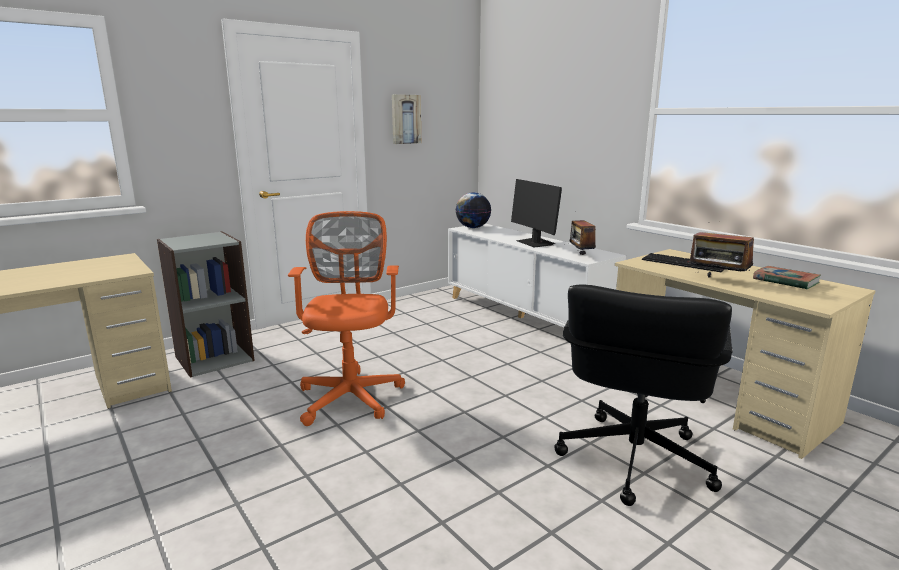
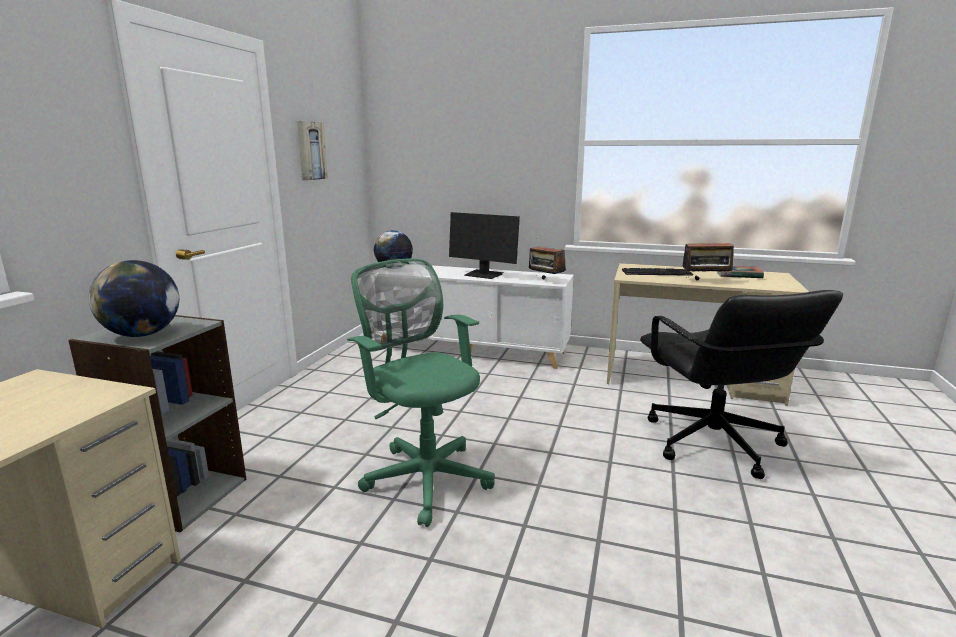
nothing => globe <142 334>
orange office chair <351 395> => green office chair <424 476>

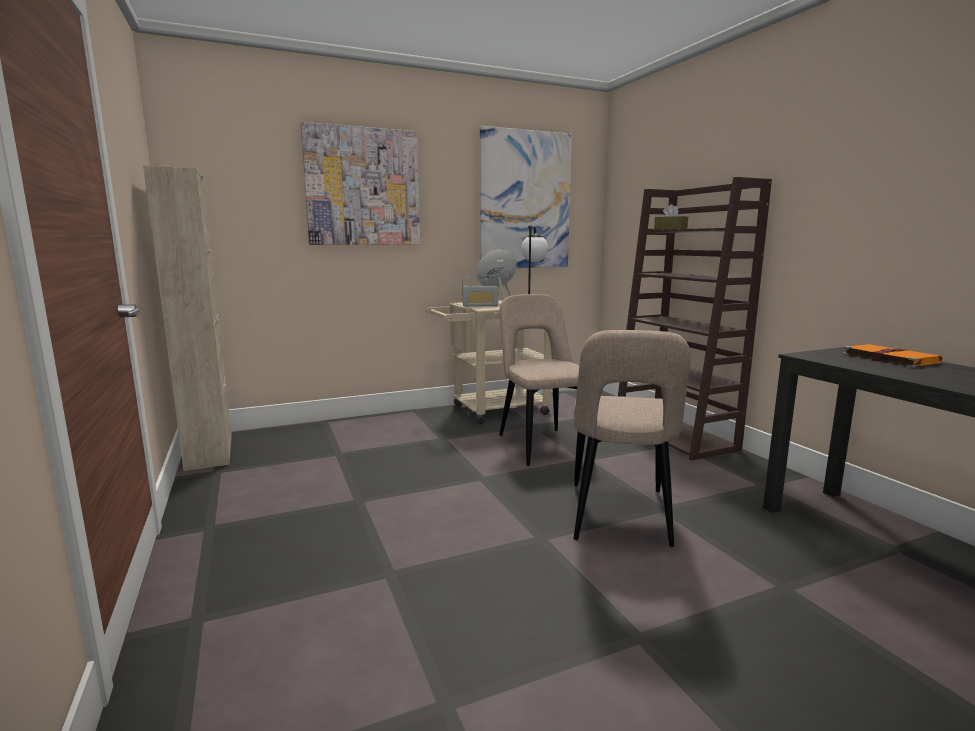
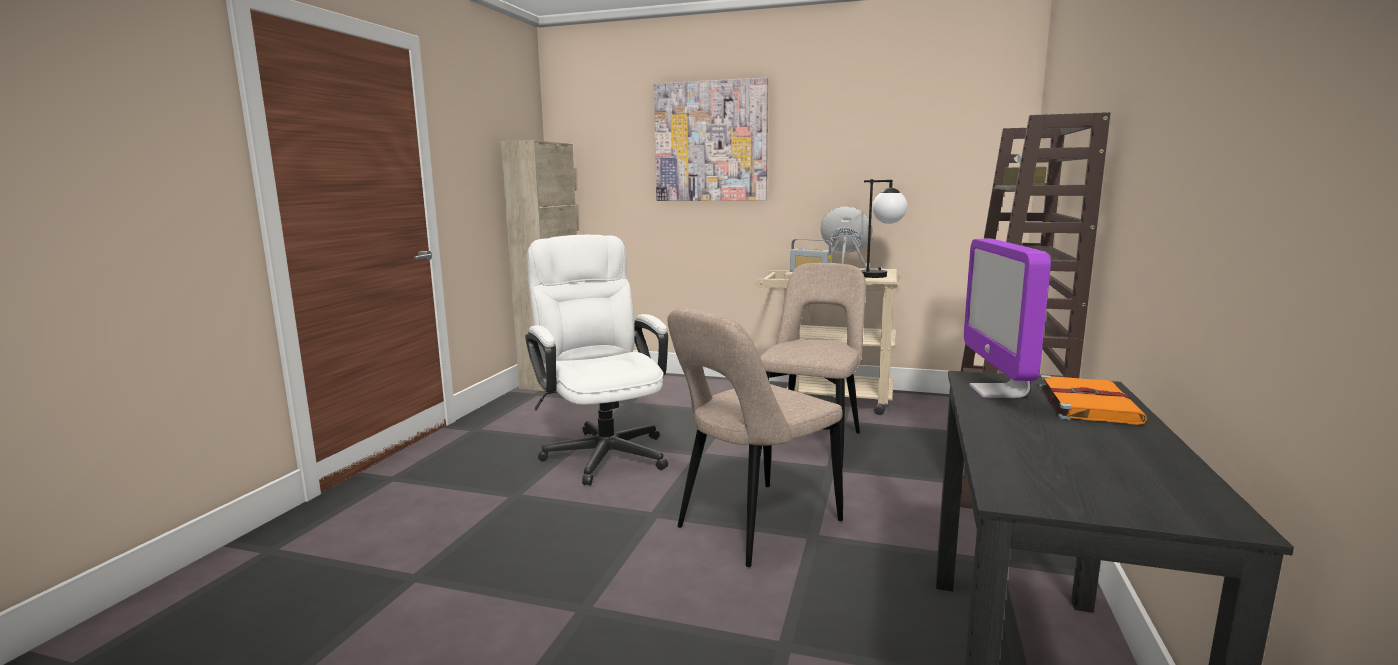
picture <525 200> => nothing
nothing => white office chair <603 450>
nothing => monitor <998 391>

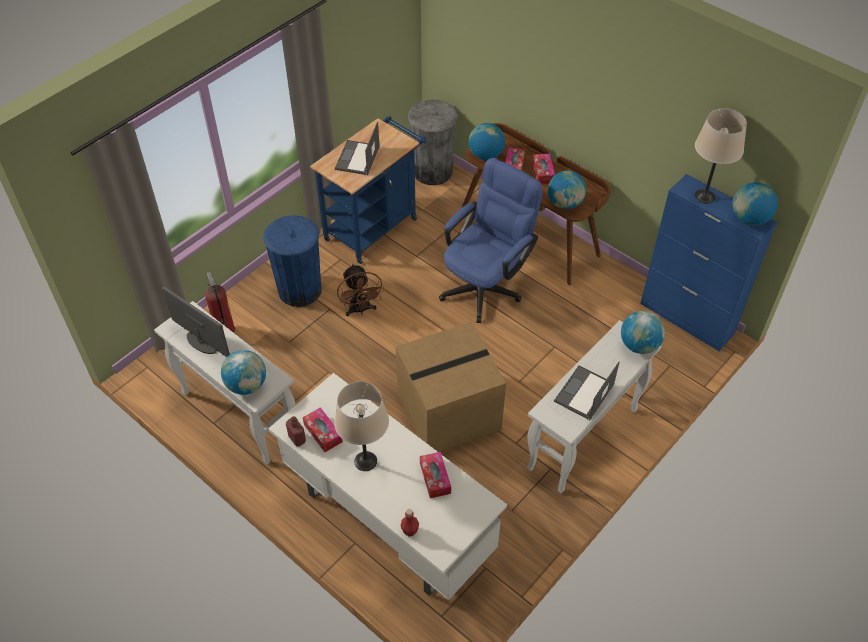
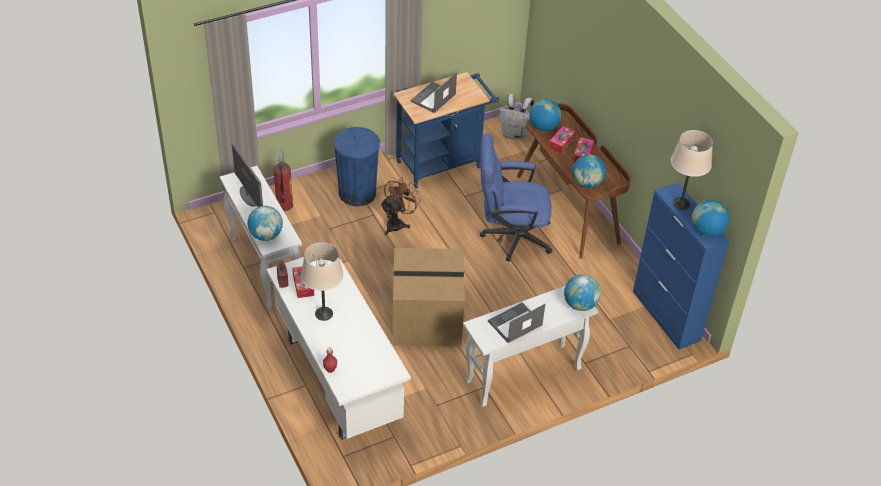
tissue box <435 478> => nothing
grey trash can <432 171> => white backpack <515 134>
brown fan <360 310> => brown fan <397 223>, 150 degrees counterclockwise
blue office chair <486 285> => blue office chair <510 236>, 150 degrees counterclockwise

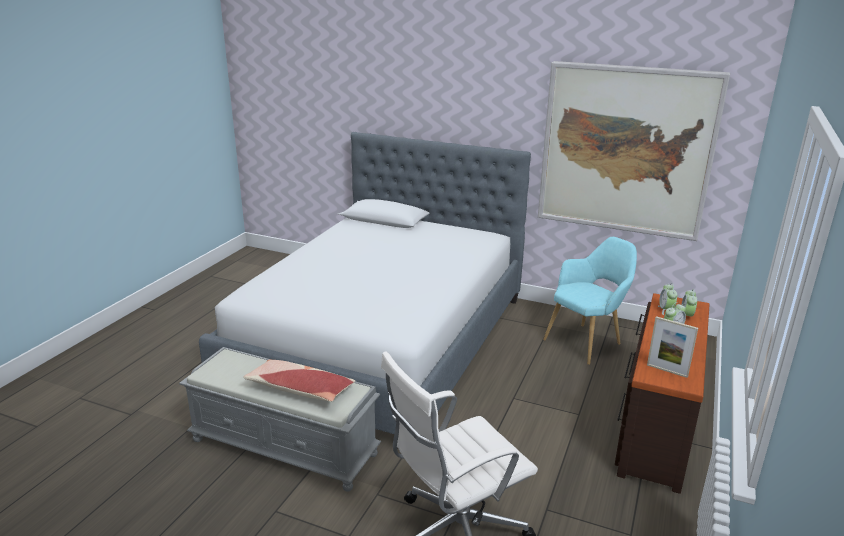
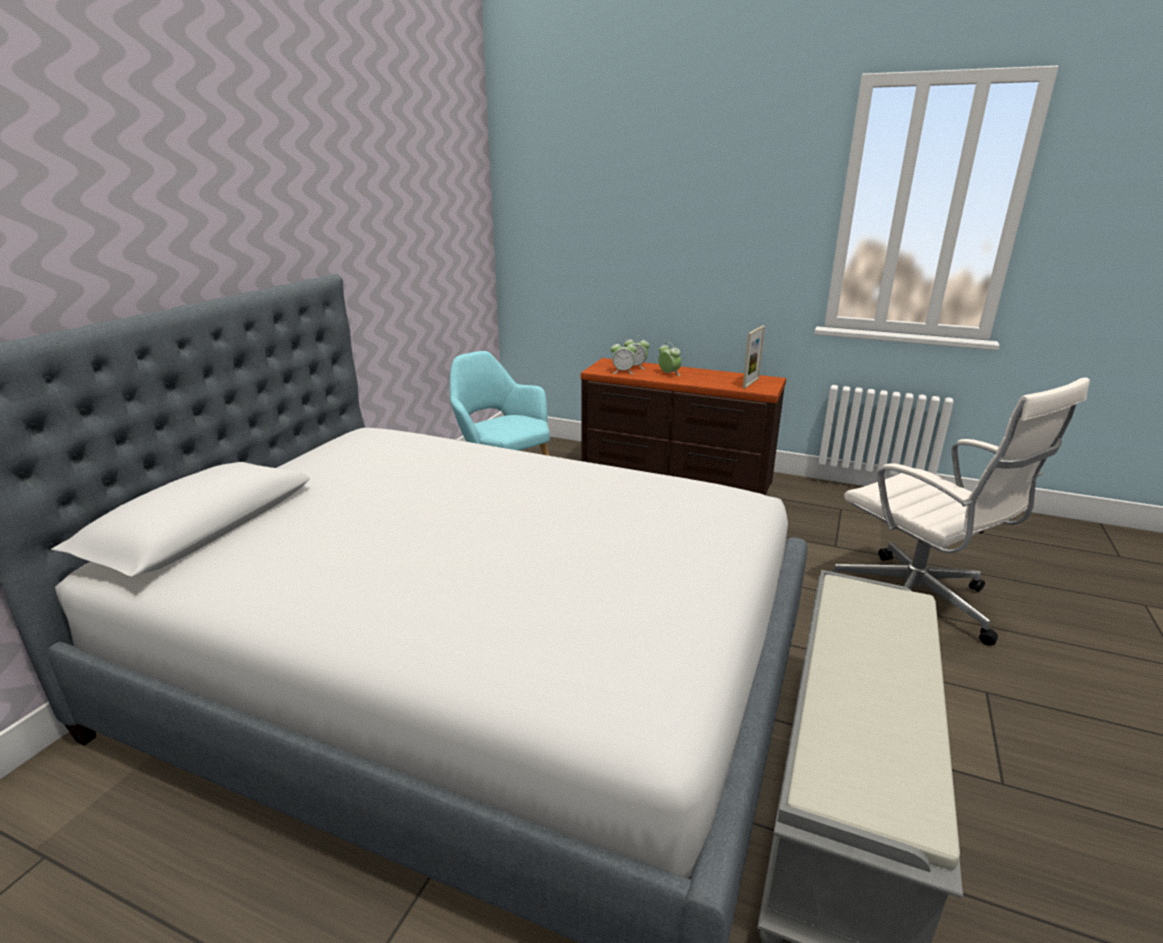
pillow <299 389> => nothing
picture <626 150> => nothing

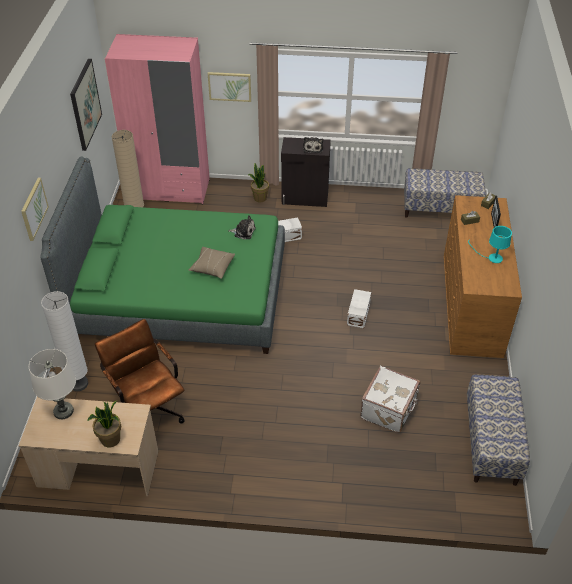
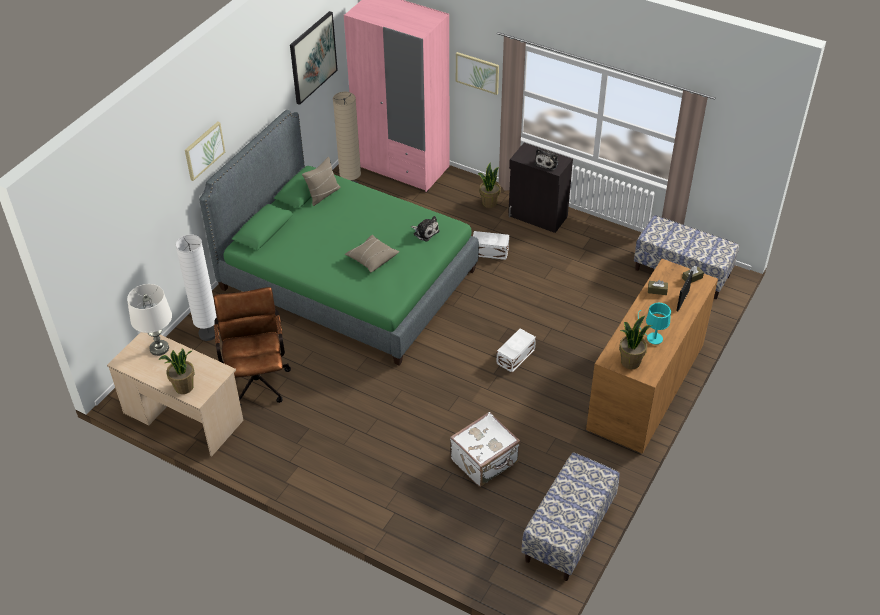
nothing => beige pillow <323 194>
nothing => potted plant <630 362>

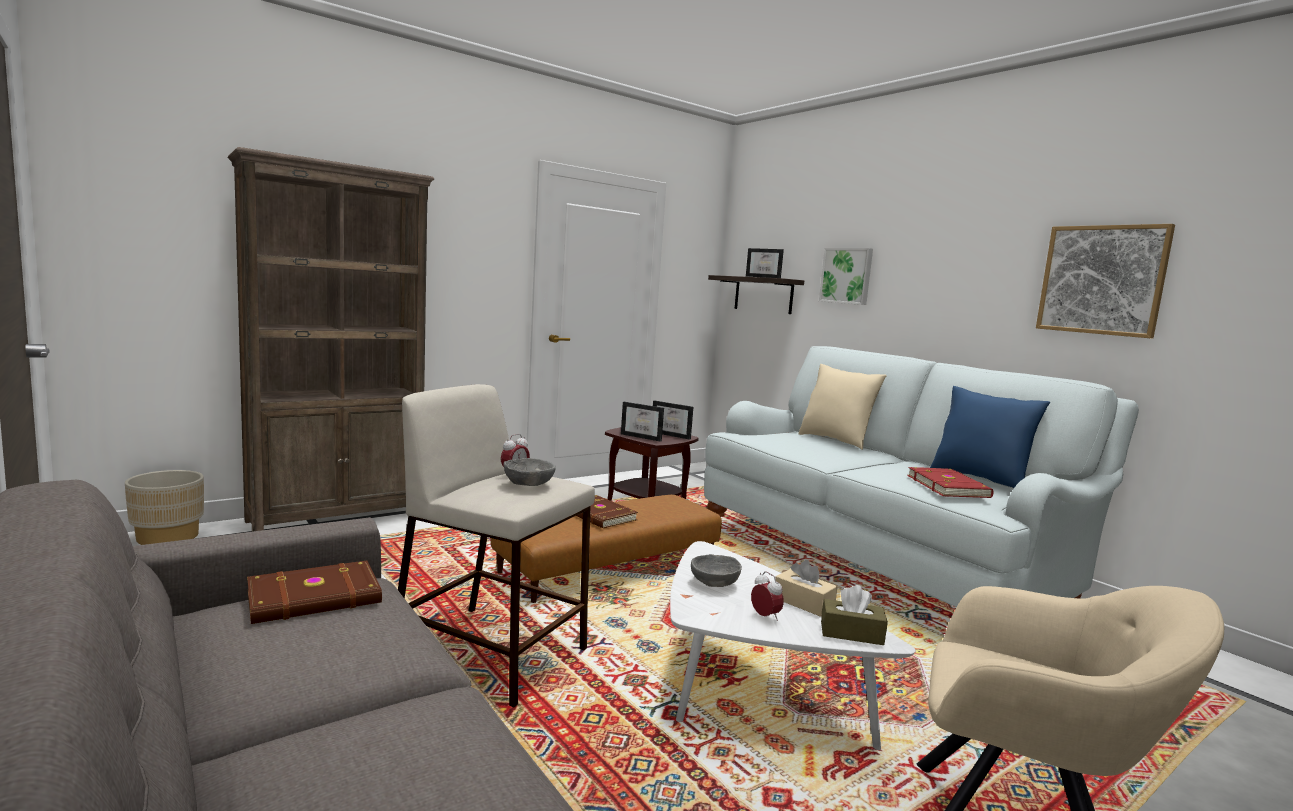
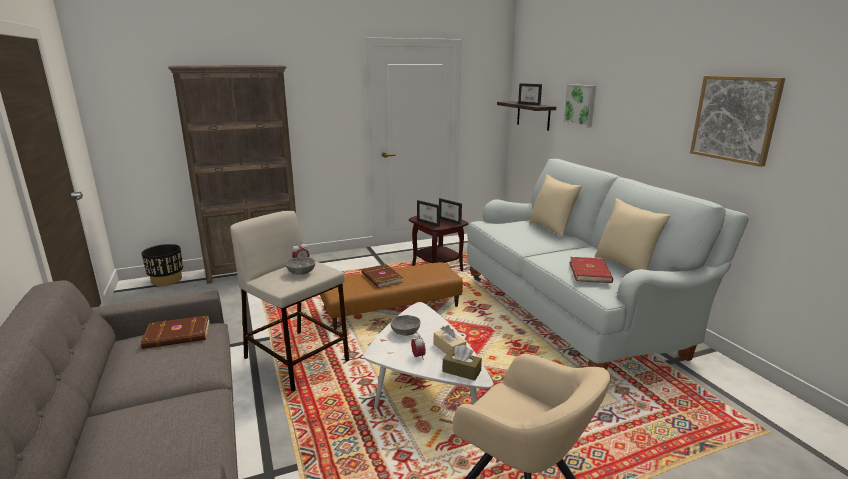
beige planter <168 537> => black planter <167 280>
blue pillow <979 480> => beige pillow <625 265>

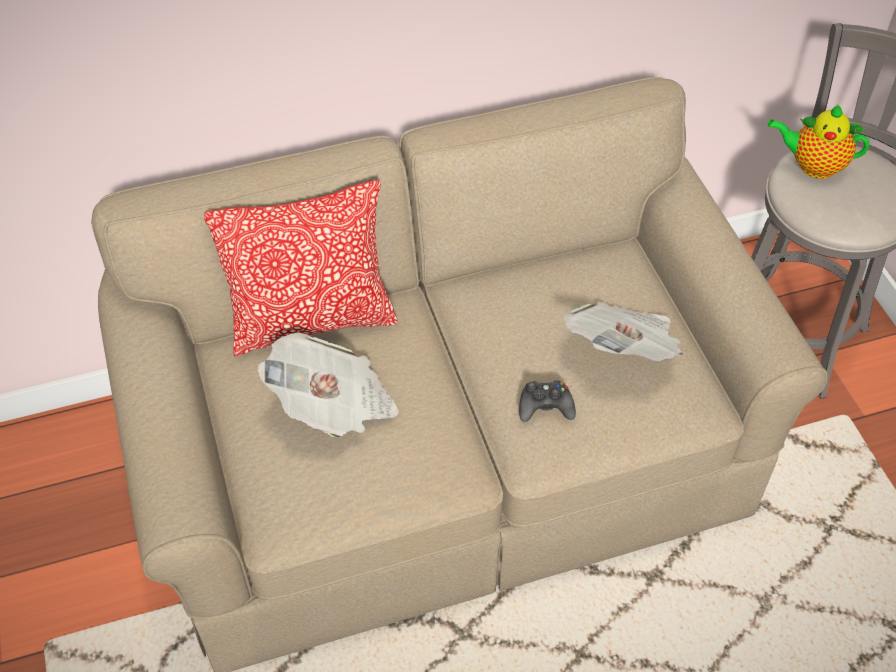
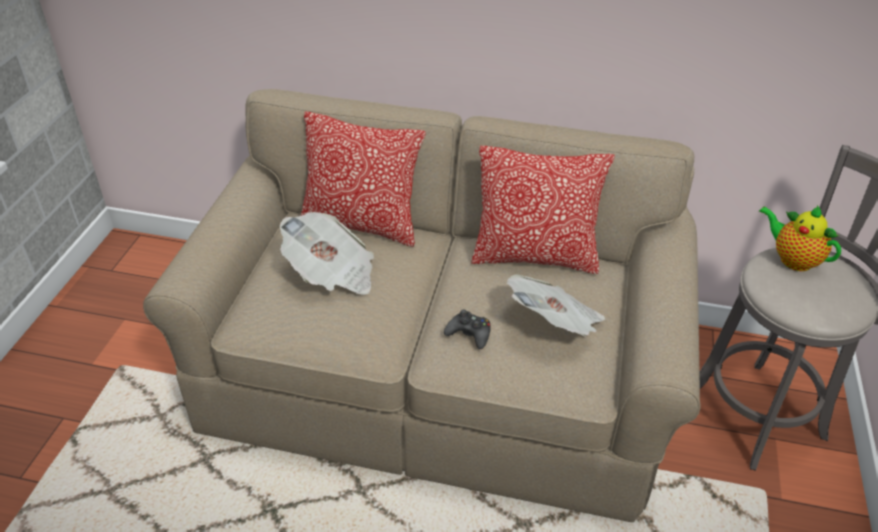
nothing => pillow <535 257>

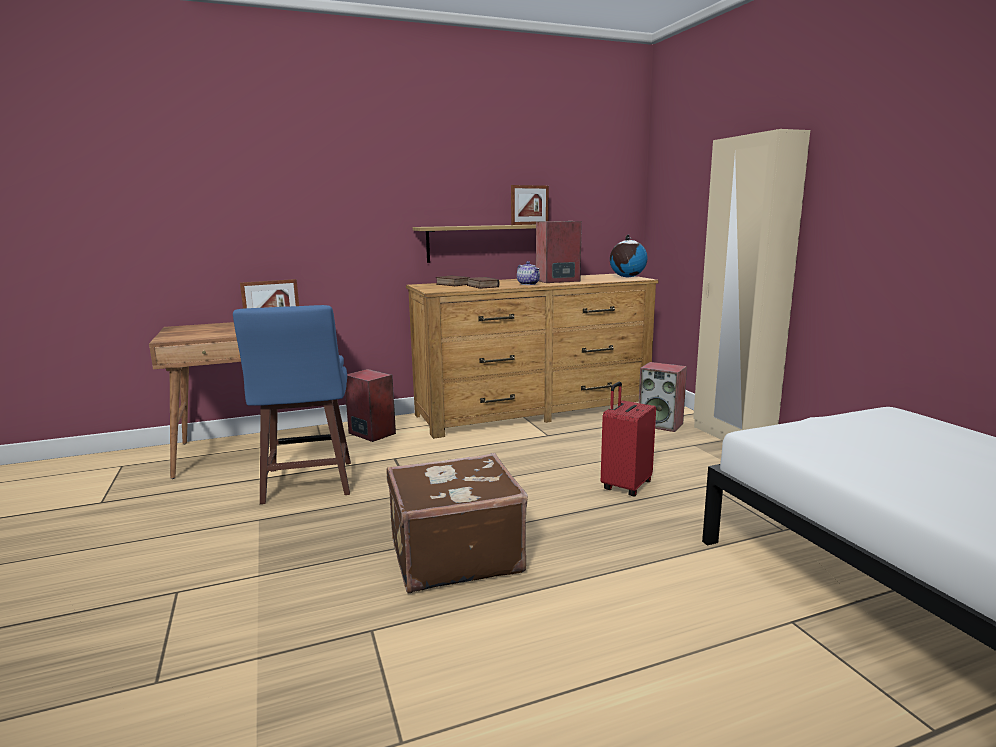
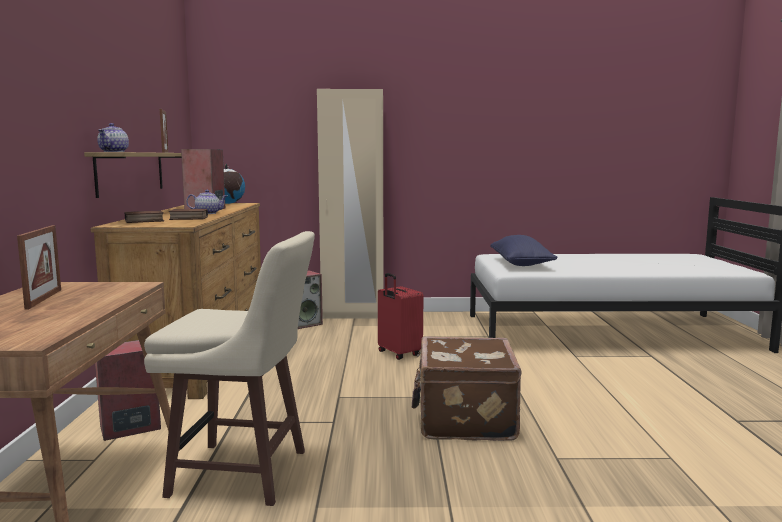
nothing => teapot <114 151>
nothing => blue pillow <521 264>
blue stool <307 483> => beige stool <243 474>

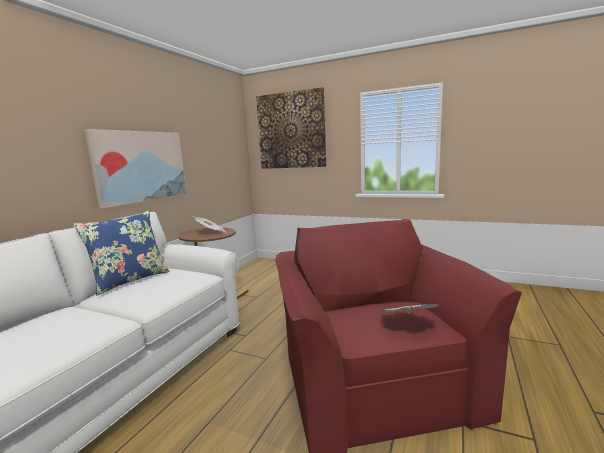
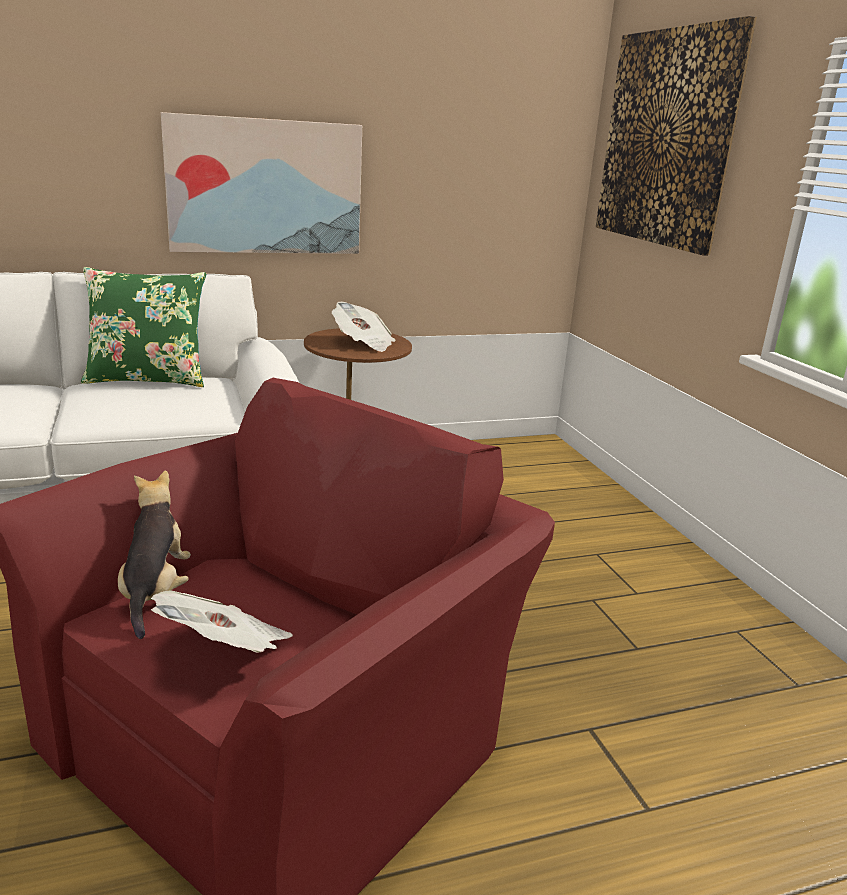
nothing => plush toy <155 592>
blue pillow <130 280> => green pillow <148 379>

